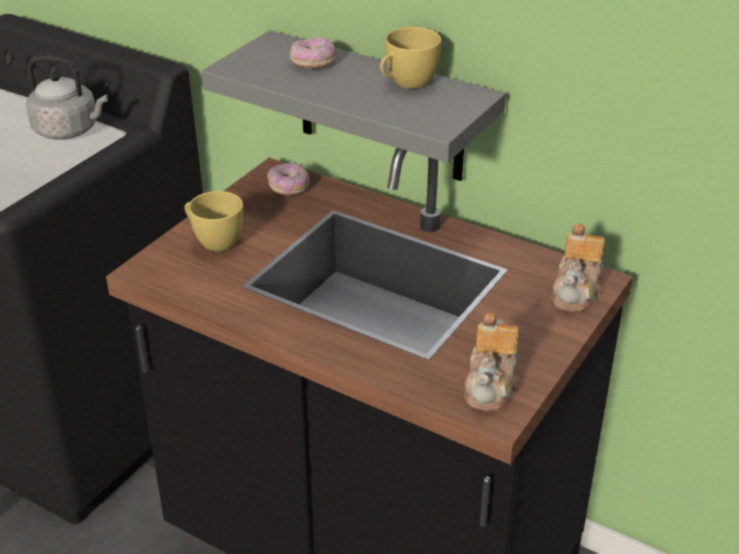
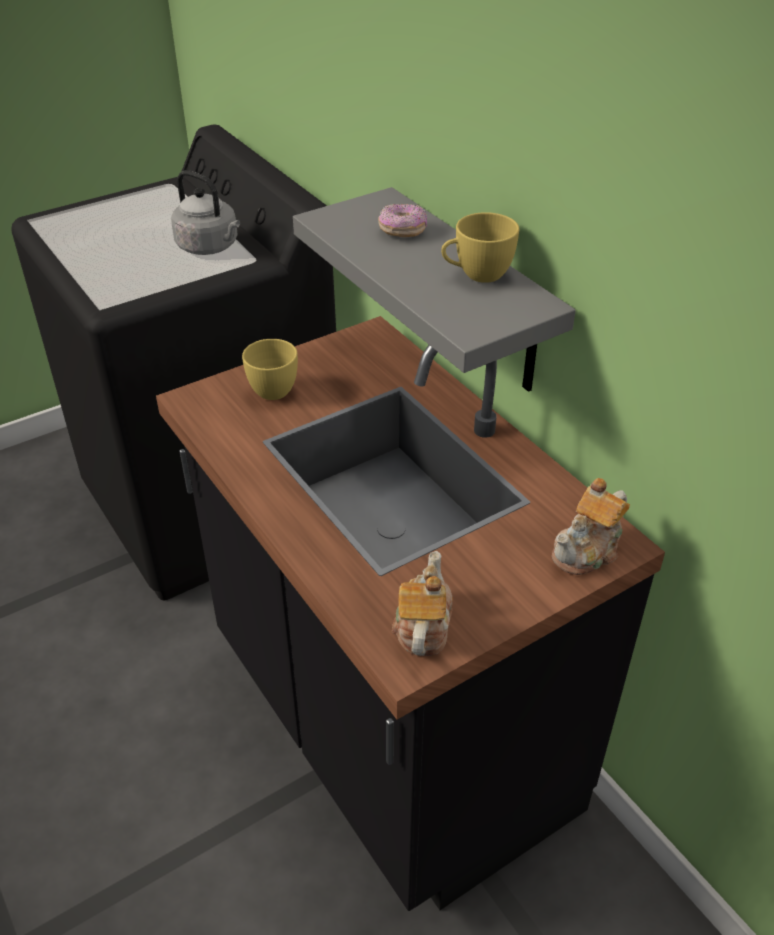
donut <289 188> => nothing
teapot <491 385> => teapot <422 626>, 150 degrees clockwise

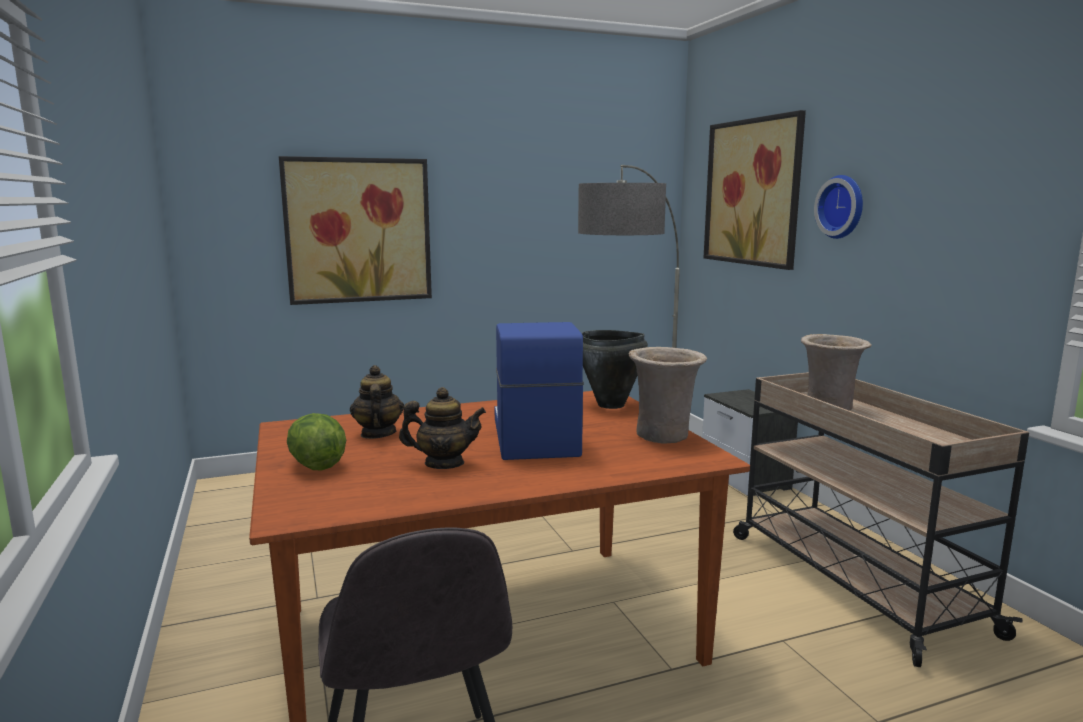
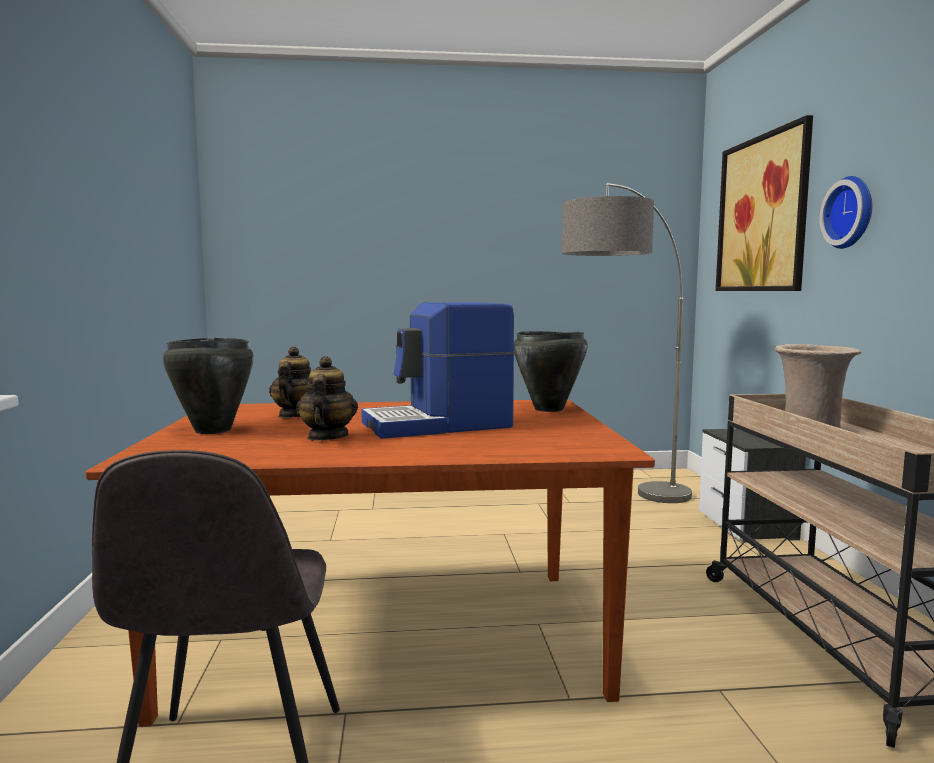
picture <358 230> => nothing
beige vase <664 435> => nothing
lettuce <316 464> => black cooking pot <212 430>
teapot <444 463> => teapot <327 437>, 105 degrees counterclockwise
coffee machine <533 437> => coffee machine <438 425>, 120 degrees counterclockwise

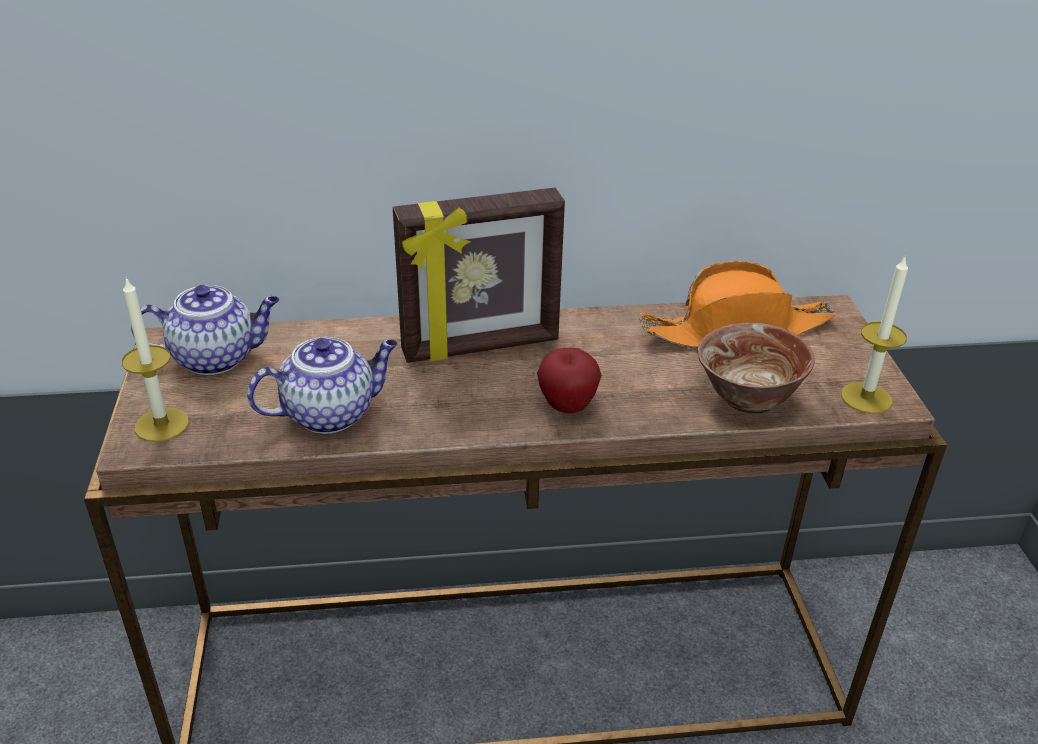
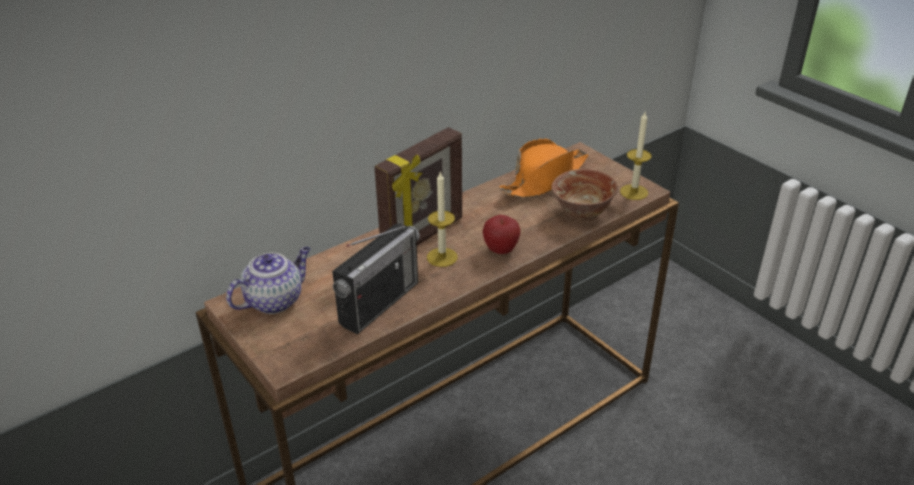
candle <162 424> => candle <442 257>, move
teapot <331 413> => radio <379 303>

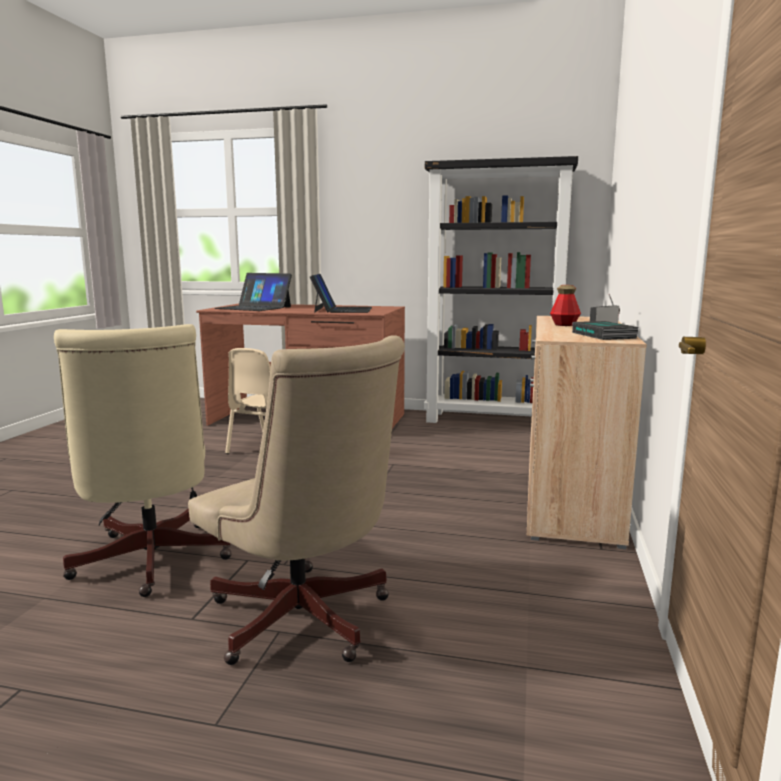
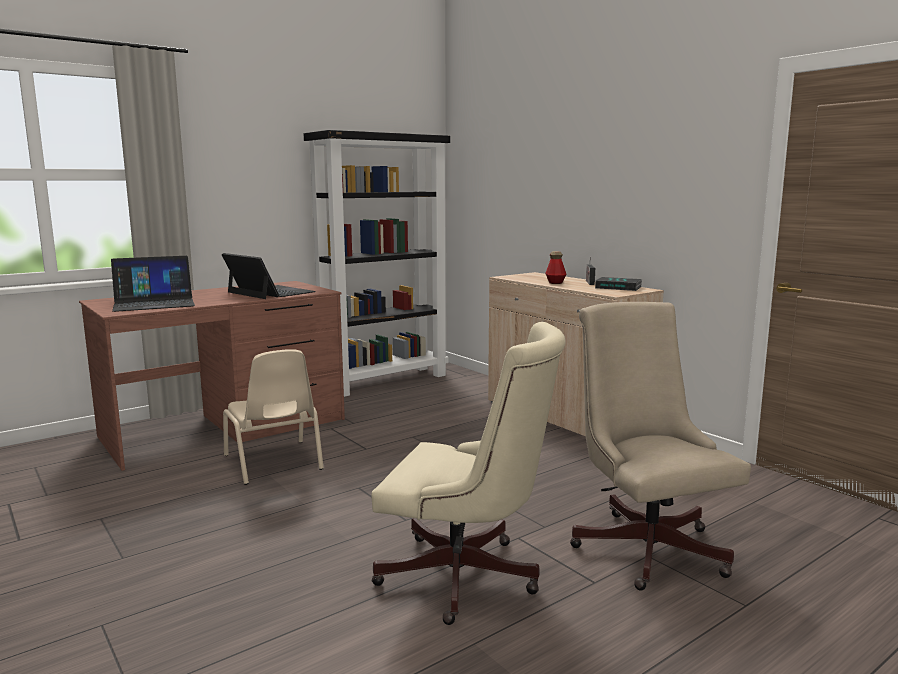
beige office chair <305 623> => beige office chair <645 544>, 105 degrees counterclockwise

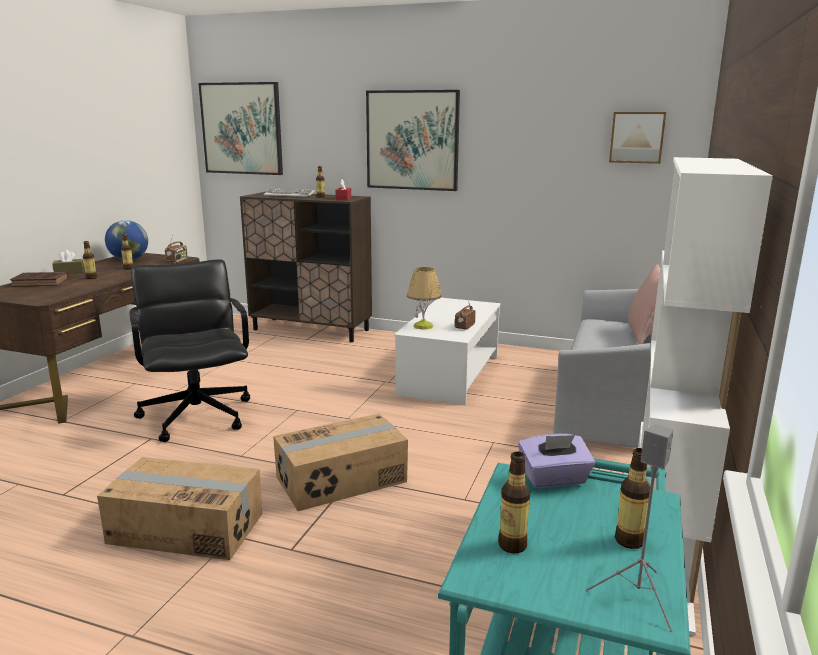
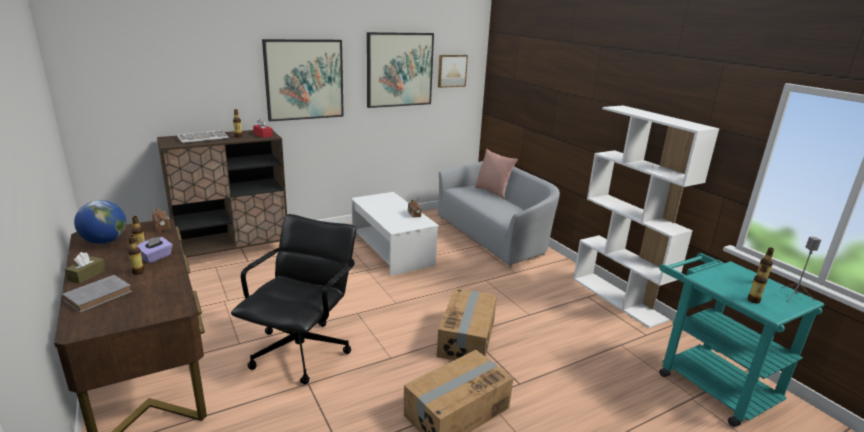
table lamp <423 326> => nothing
picture <242 128> => picture <399 69>, move
purple tissue box <554 479> => purple tissue box <156 257>, move
brown book <42 282> => grey book <100 295>
black office chair <197 415> => black office chair <302 351>, 90 degrees clockwise

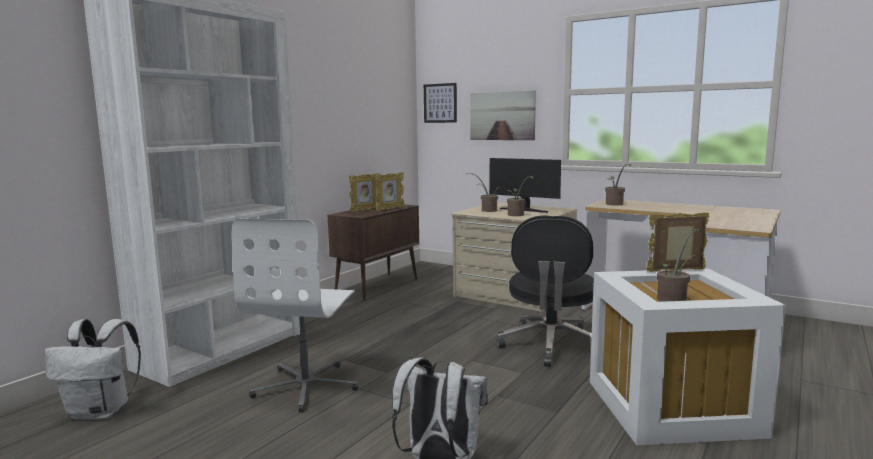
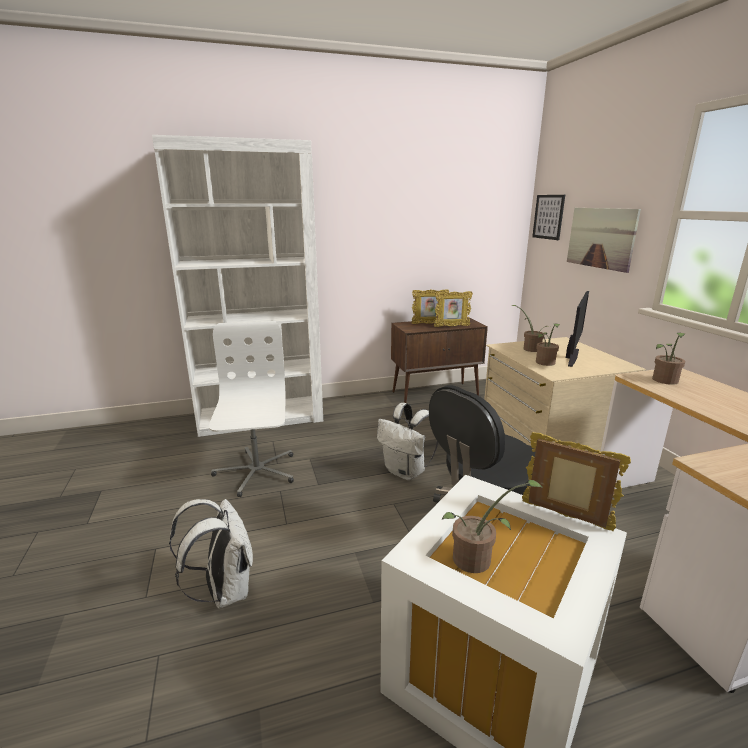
white backpack <101 412> => white backpack <406 472>, move
white office chair <307 386> => white office chair <256 472>, 120 degrees clockwise
monitor <524 210> => monitor <571 357>, 135 degrees counterclockwise

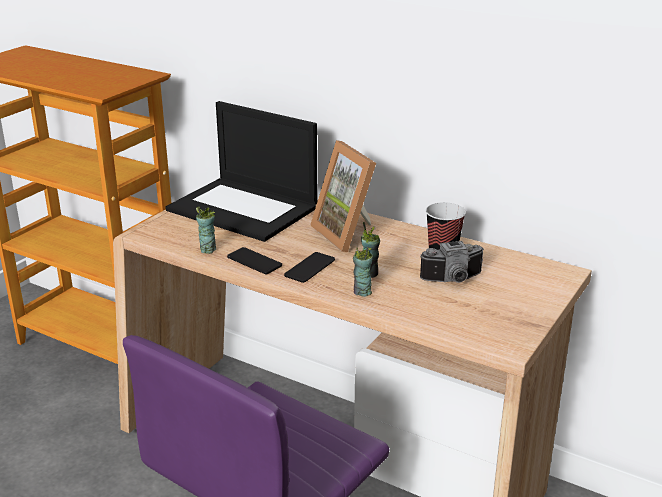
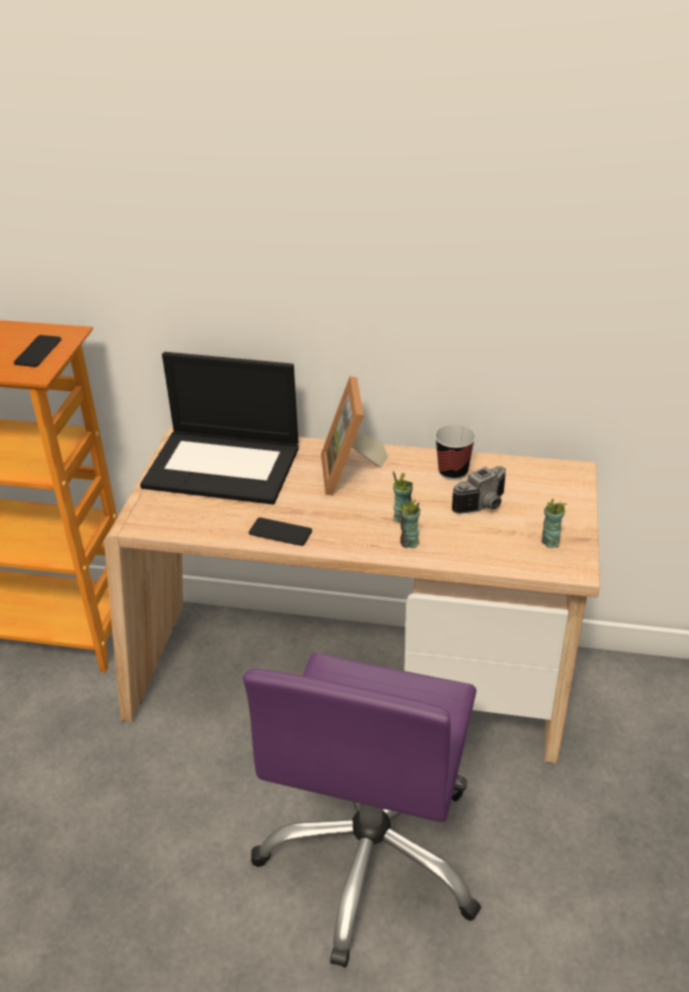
cup <207 249> => cup <550 542>, move
phone <310 268> => phone <38 351>, move
picture frame <349 233> => picture frame <351 473>, 45 degrees clockwise

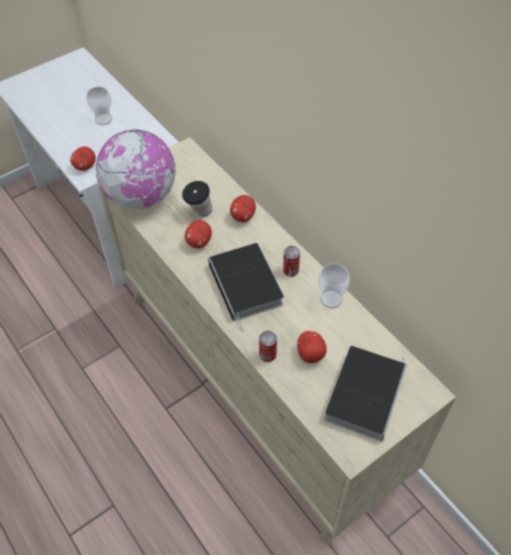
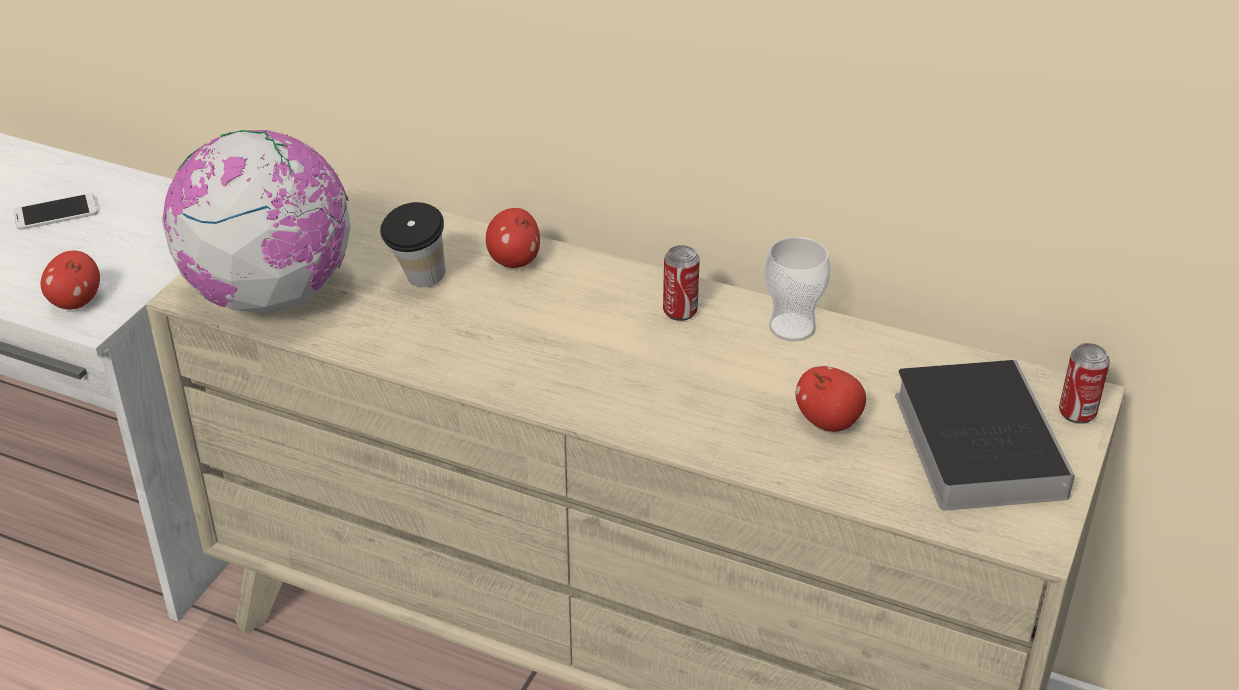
apple <199 242> => nothing
book <247 287> => nothing
can <267 355> => can <1077 413>, move
cup <103 119> => phone <56 212>

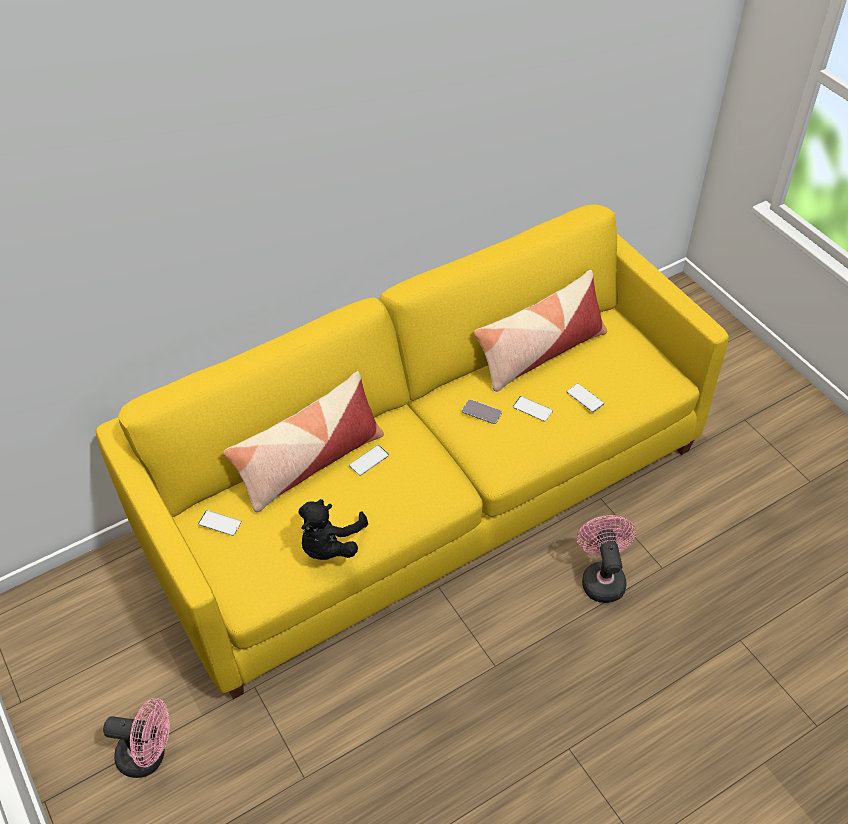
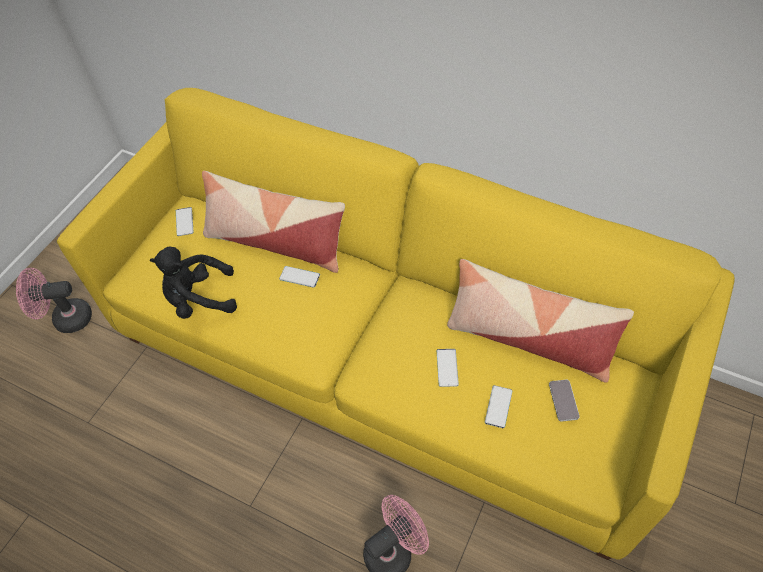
phone <481 412> => phone <563 400>, move
pink fan <149 755> => pink fan <66 319>, 105 degrees clockwise

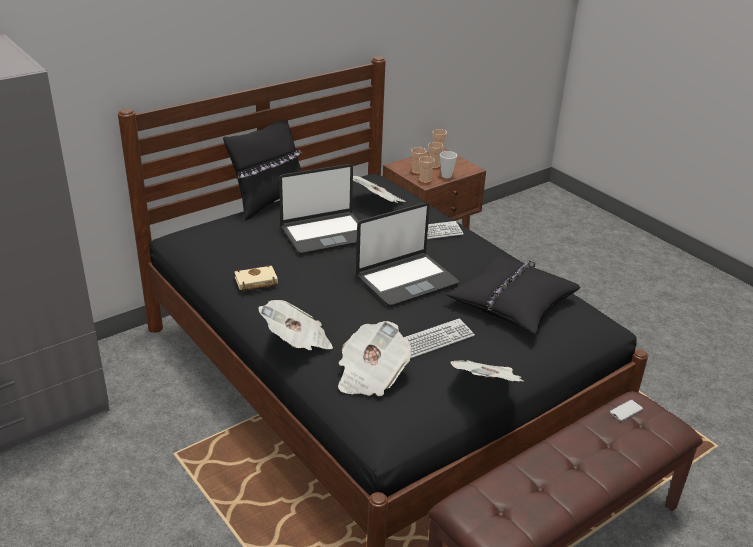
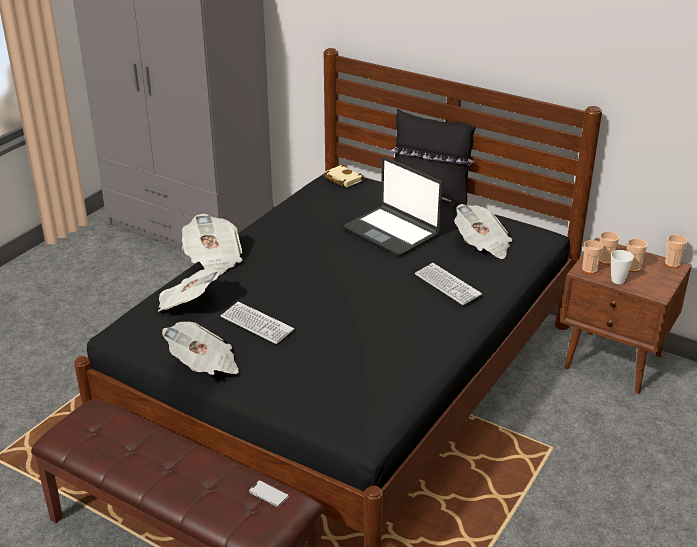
laptop <406 280> => nothing
black pillow <512 302> => nothing
beige book <255 282> => beige book <341 179>, move

